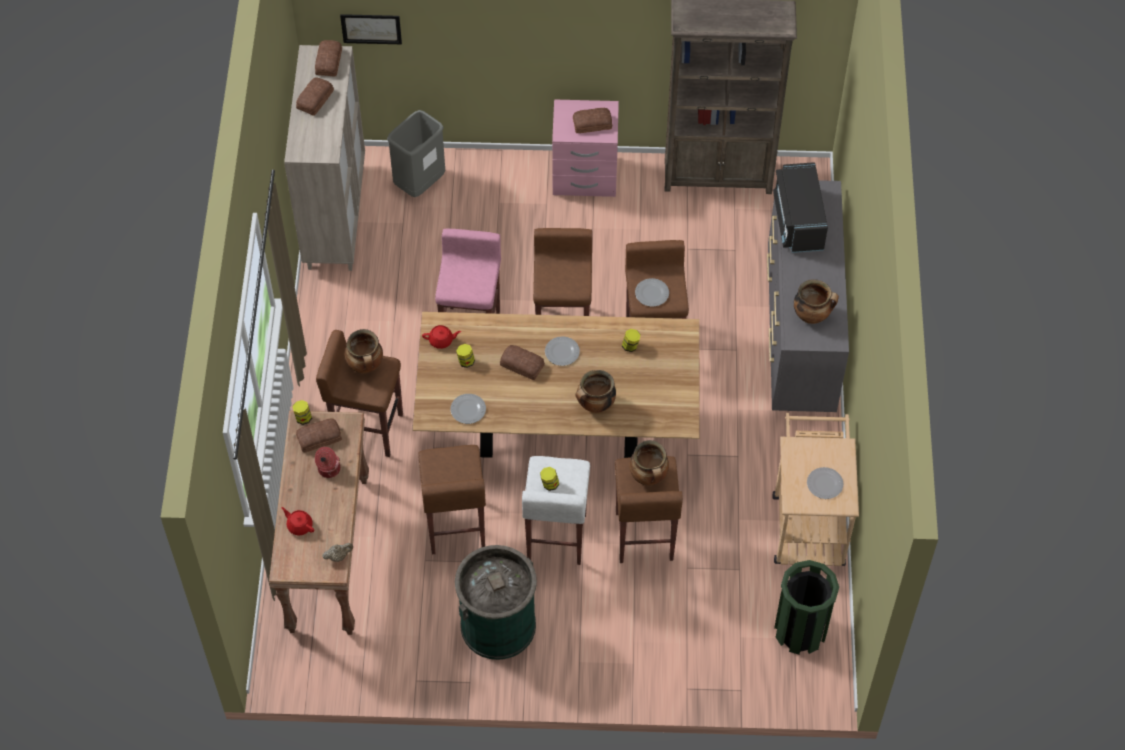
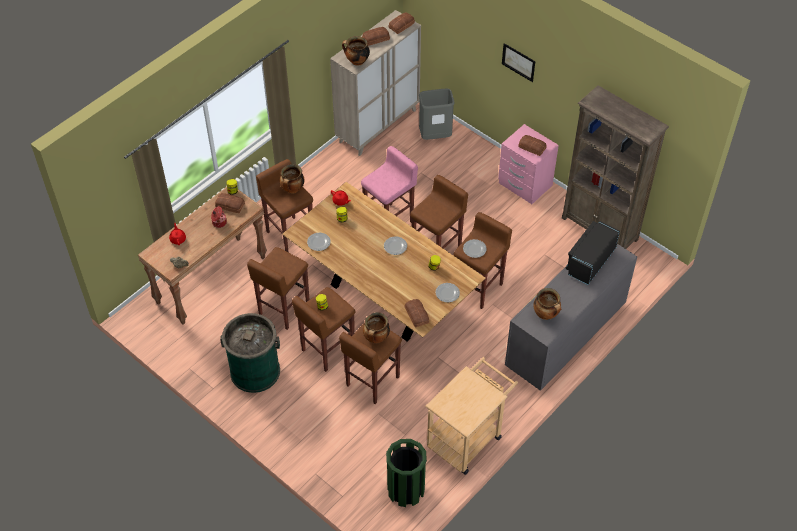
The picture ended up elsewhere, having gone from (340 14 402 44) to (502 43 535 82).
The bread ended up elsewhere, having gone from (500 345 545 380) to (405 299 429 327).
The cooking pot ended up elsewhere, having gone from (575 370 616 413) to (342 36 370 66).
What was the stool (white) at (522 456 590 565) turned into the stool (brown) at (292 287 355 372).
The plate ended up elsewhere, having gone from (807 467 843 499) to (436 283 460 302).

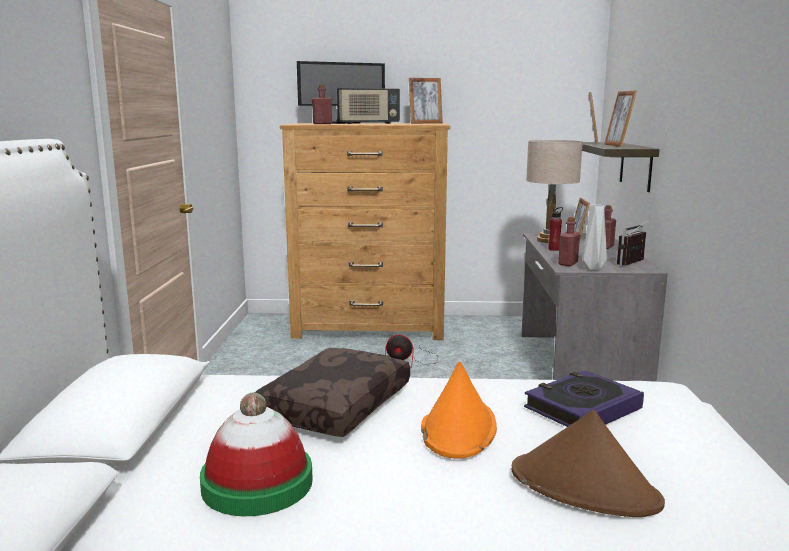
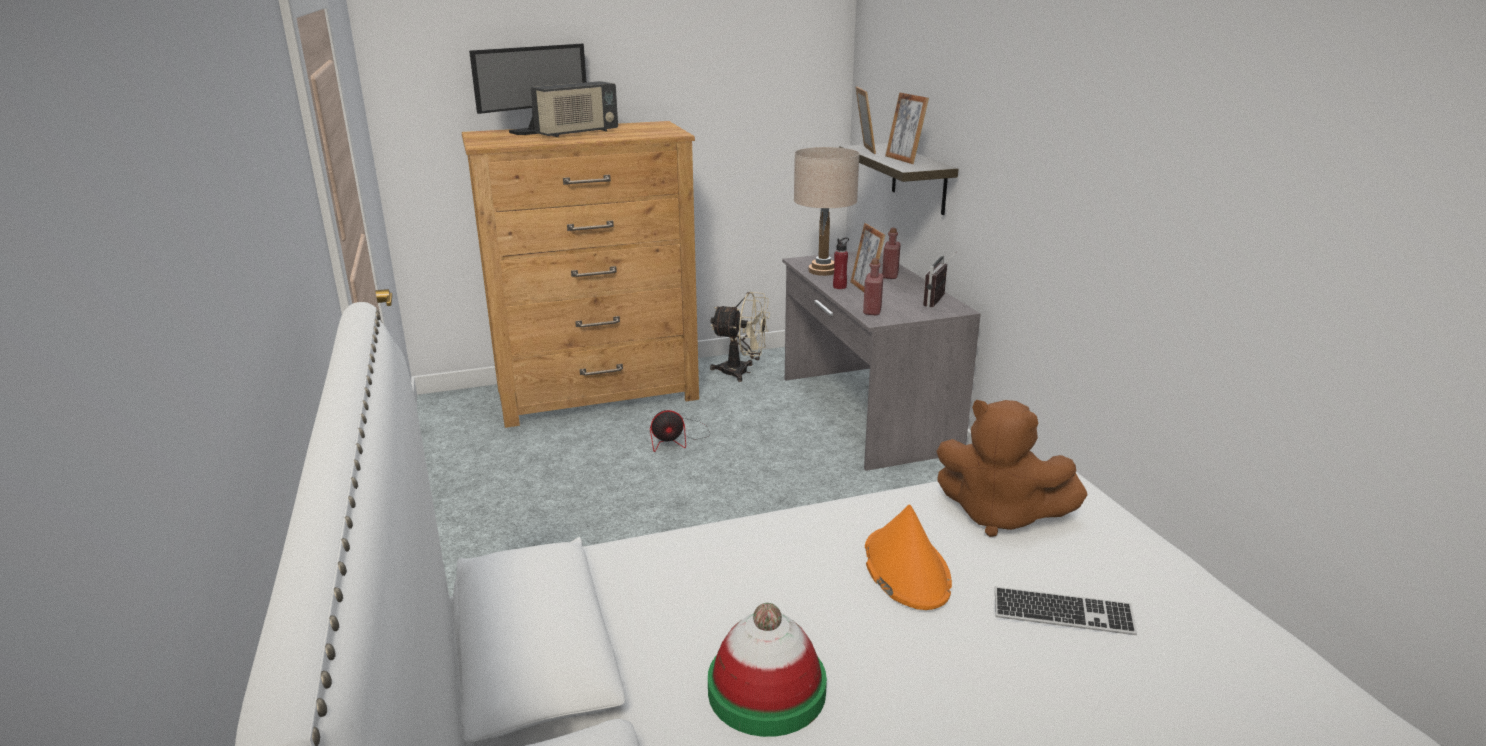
The second view lost the picture frame at (409 78 443 124).
The second view lost the bottle (red) at (312 84 332 124).
The second view lost the vase (grey) at (583 204 607 270).
The second view lost the pillow (brown) at (255 348 410 437).
Where the book stood at (524 370 644 427), the plush toy (brown) came to stand at (936 400 1088 537).
Where the hat (brown) stood at (512 410 665 517), the keyboard came to stand at (995 586 1137 635).
The second view gained the fan (beige) at (710 292 770 382).

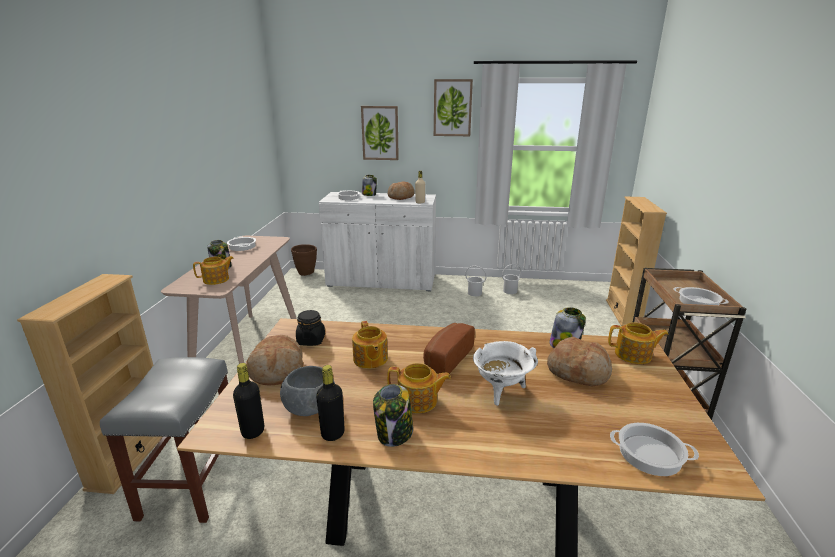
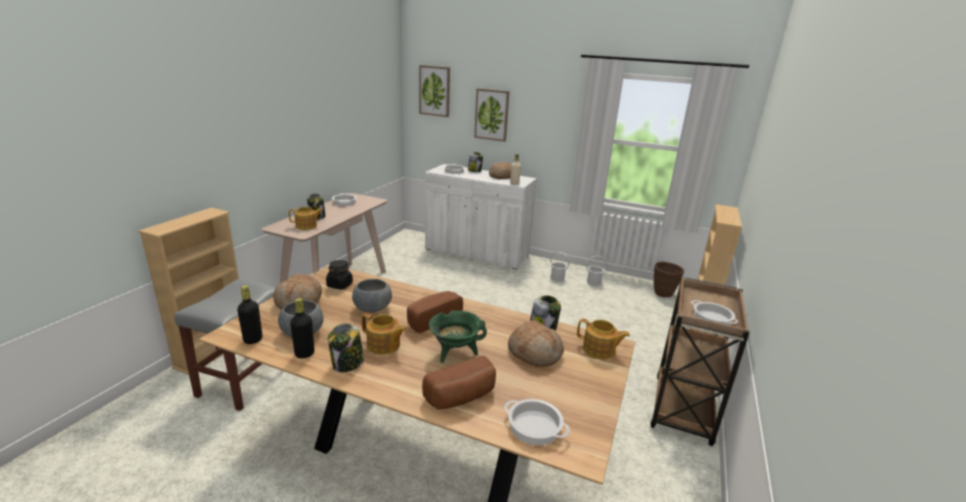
The picture ended up elsewhere, having gone from (434 79 473 136) to (419 65 450 117).
The planter (brown) ended up elsewhere, having gone from (291 245 317 276) to (654 262 684 297).
Where the teapot stood at (352 321 388 369), the bowl (grey) came to stand at (352 279 392 312).
What was the cooking pot (white) at (473 341 538 406) turned into the cooking pot (green) at (429 311 487 363).
The second view gained the bread at (422 356 496 409).

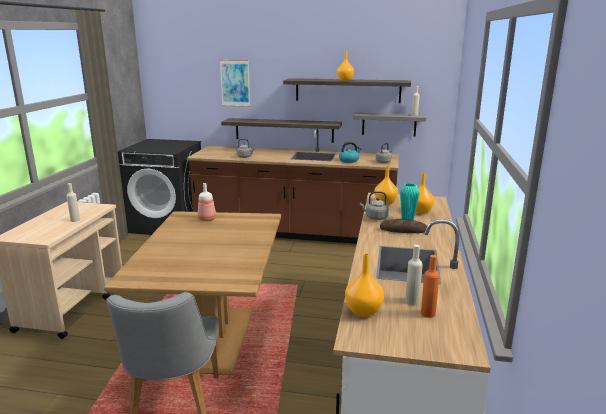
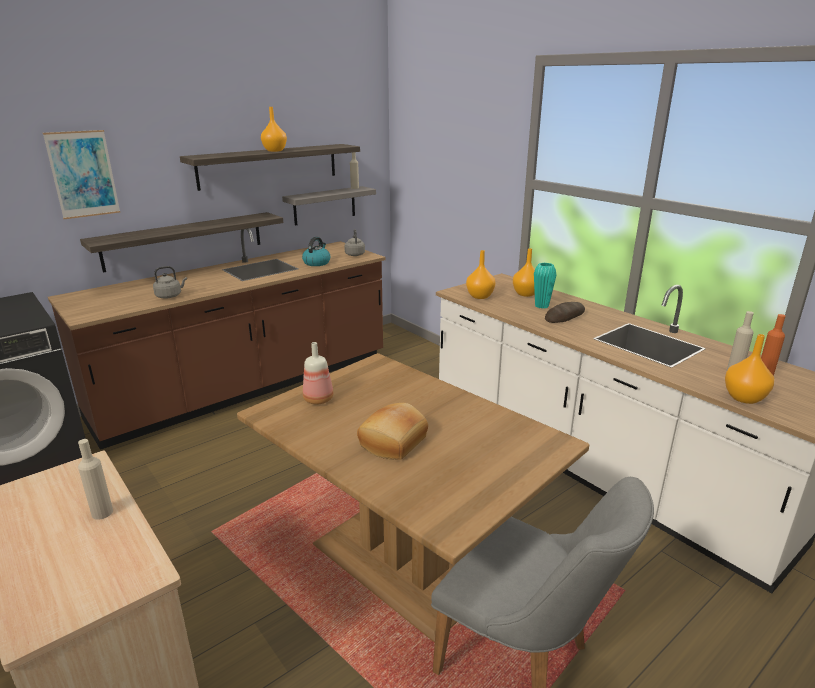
The second view lost the kettle (grey) at (360 191 389 220).
The second view gained the bread at (357 403 428 460).

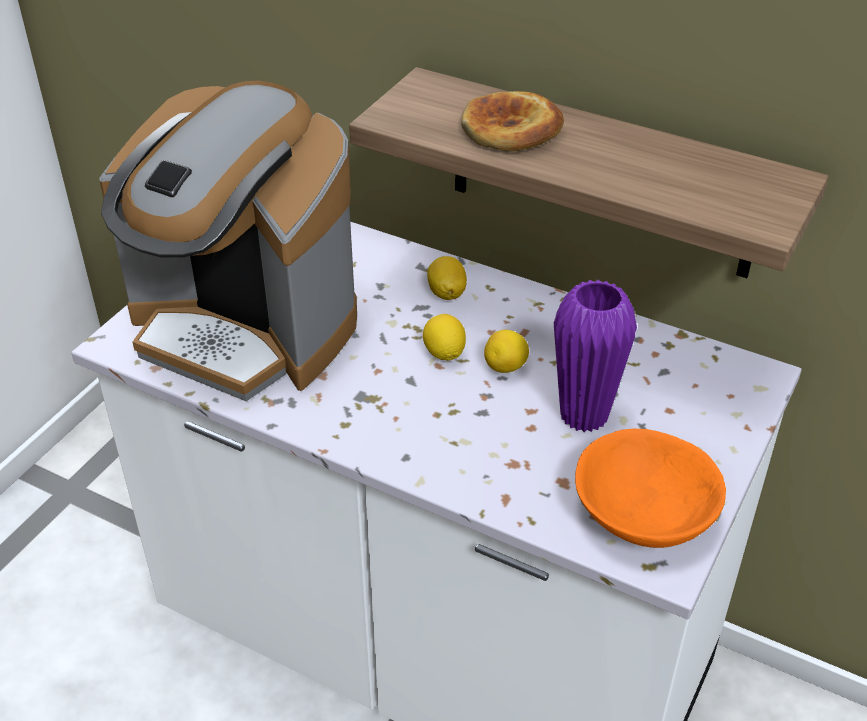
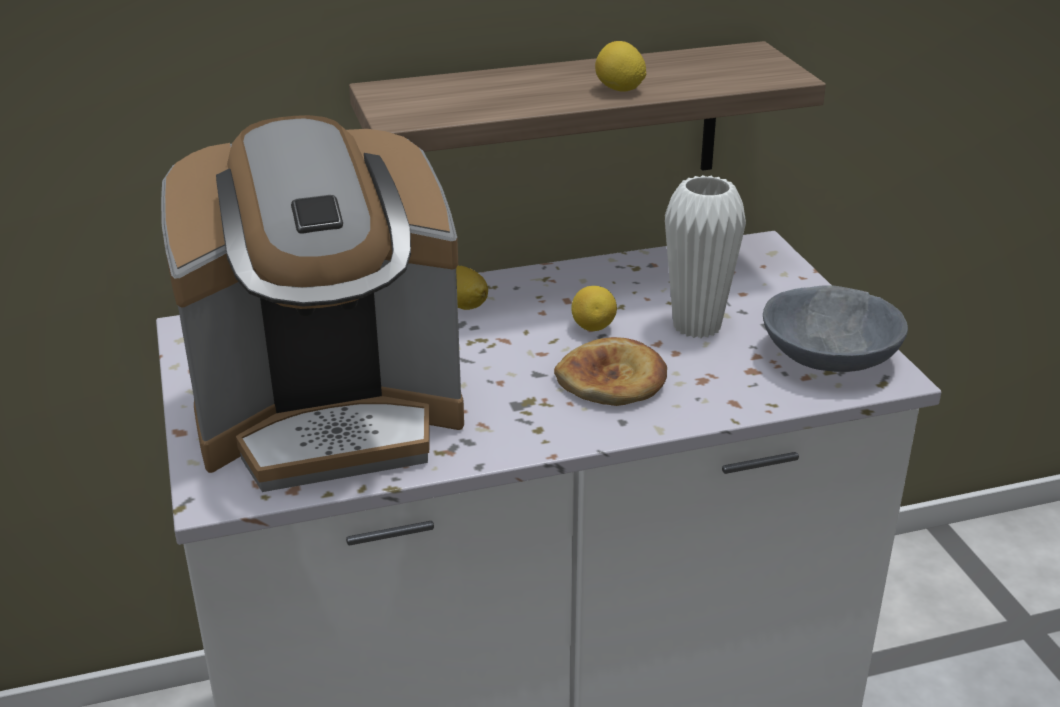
The bread ended up elsewhere, having gone from (461 91 564 152) to (554 337 667 406).
What was the vase (purple) at (554 280 637 432) turned into the vase (white) at (665 175 746 338).
The lemon ended up elsewhere, having gone from (423 314 466 361) to (595 41 646 92).
What was the bowl (orange) at (575 429 726 548) turned into the bowl (grey) at (763 285 908 372).

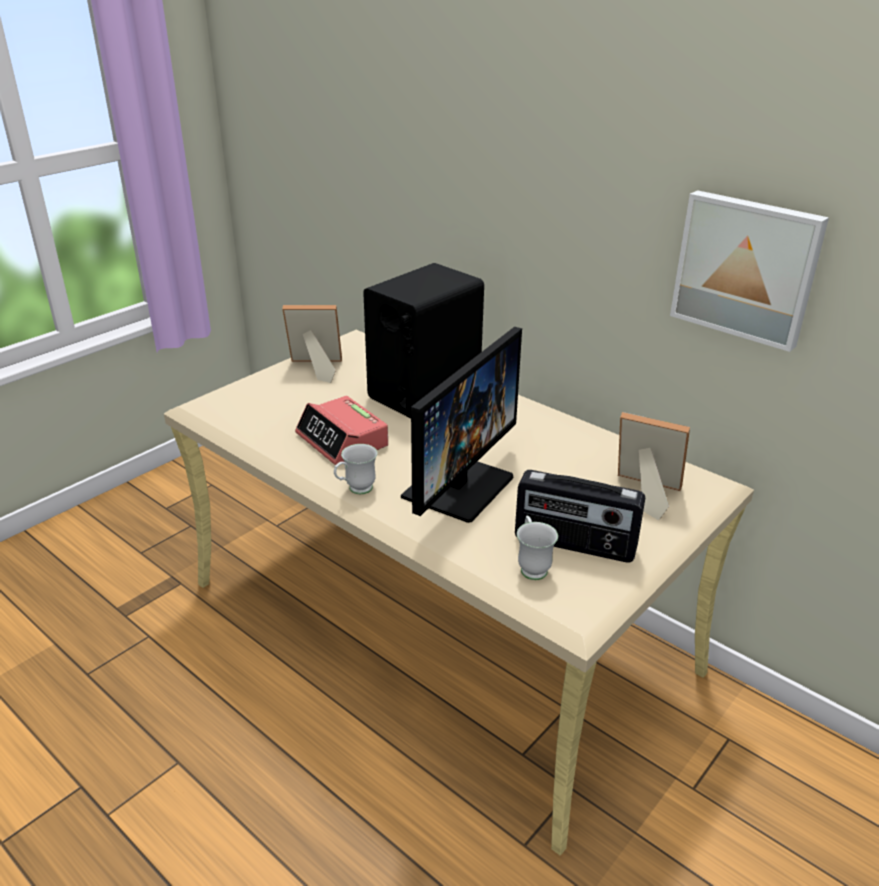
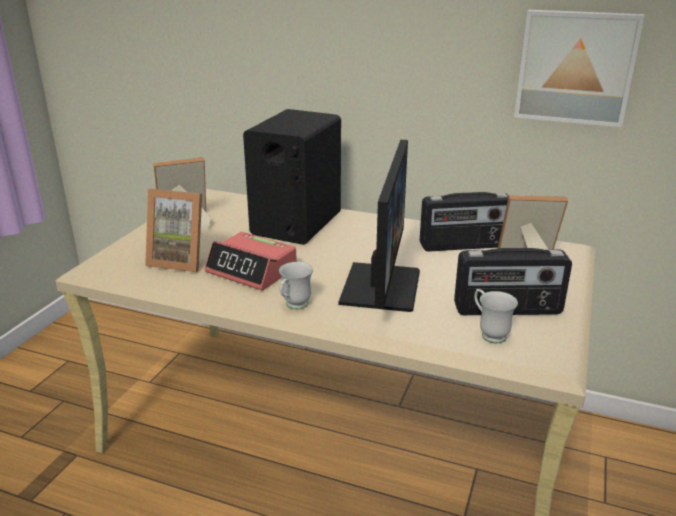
The second view gained the picture frame at (145 189 202 272).
The second view gained the radio at (420 192 509 252).

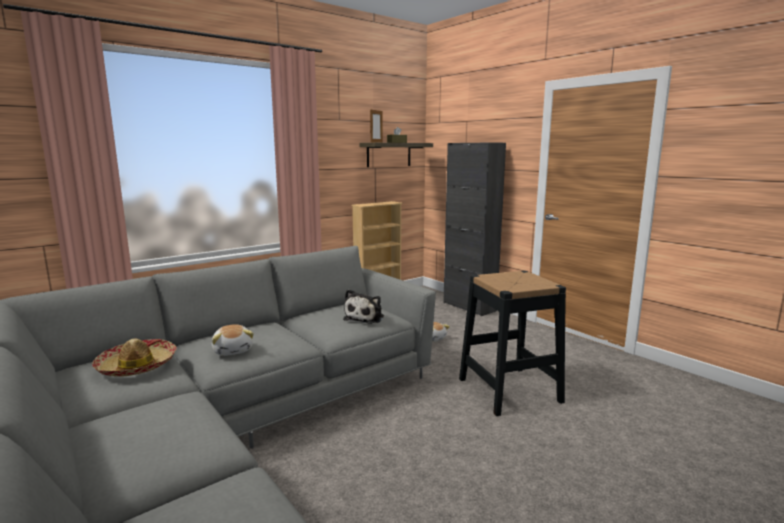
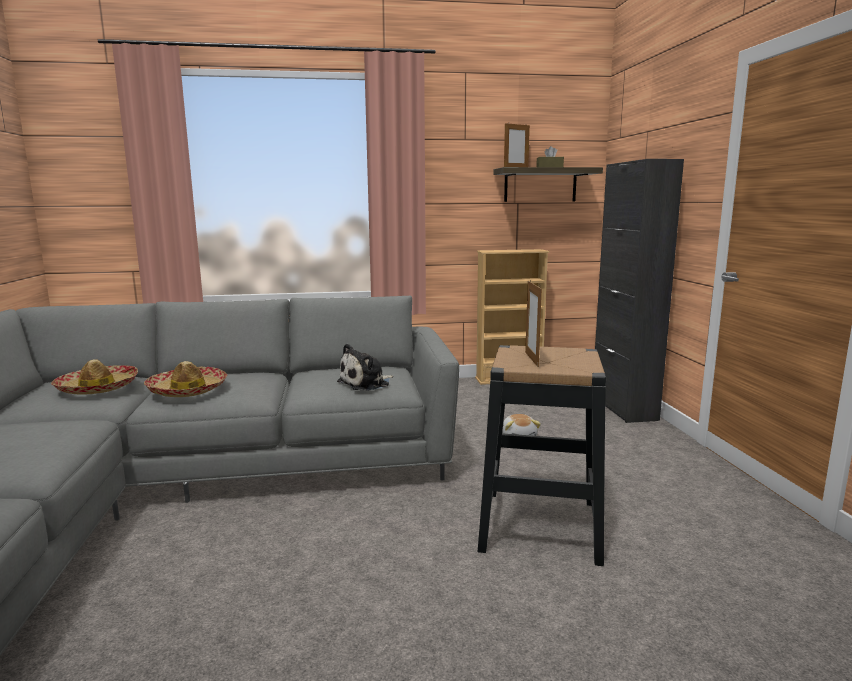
Where the plush toy stood at (212 324 254 356), the hat came to stand at (144 361 227 397).
The second view gained the picture frame at (525 279 542 367).

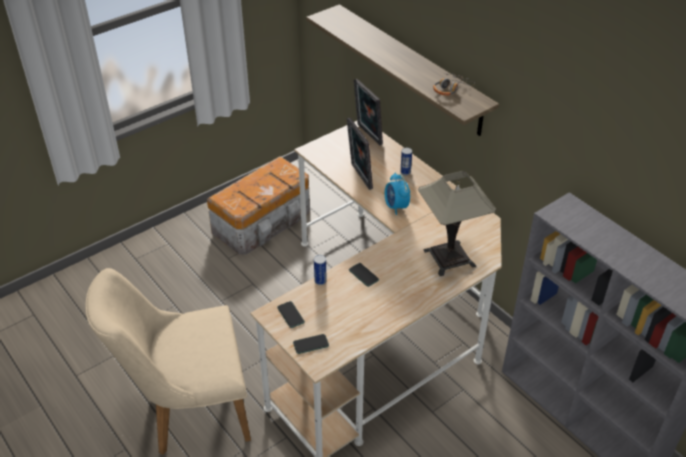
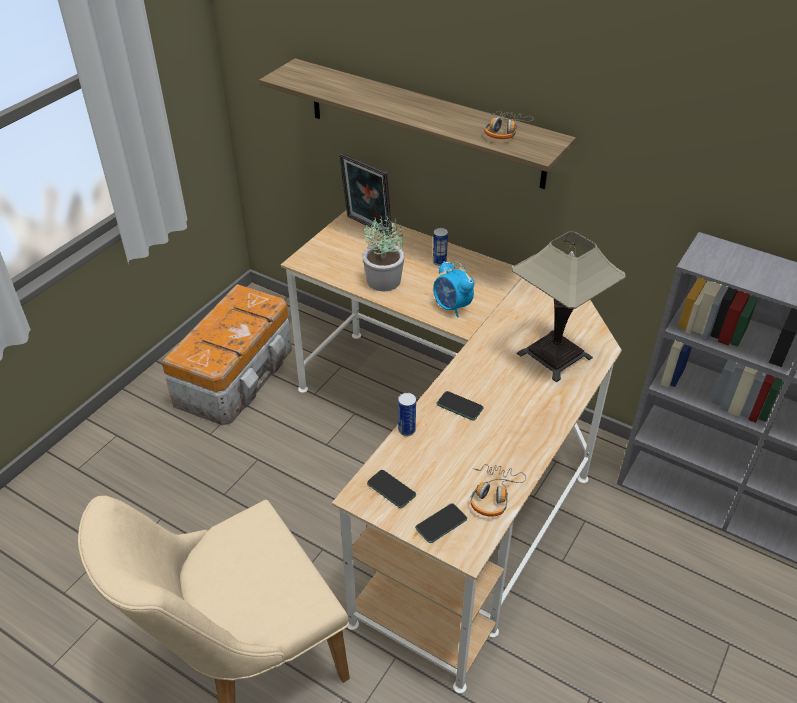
Where the picture frame stood at (347 118 373 190), the potted plant came to stand at (362 213 405 291).
The second view gained the headphones at (470 464 526 517).

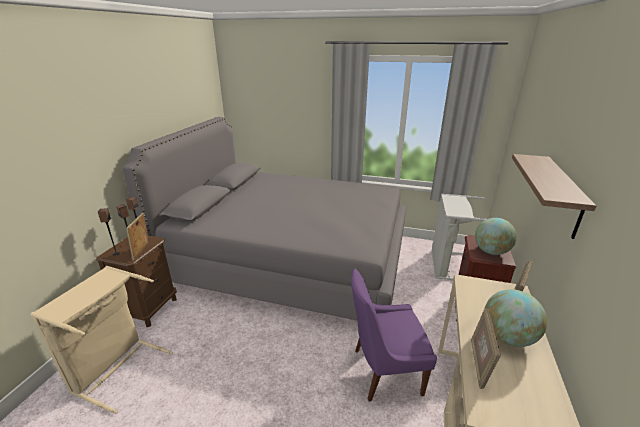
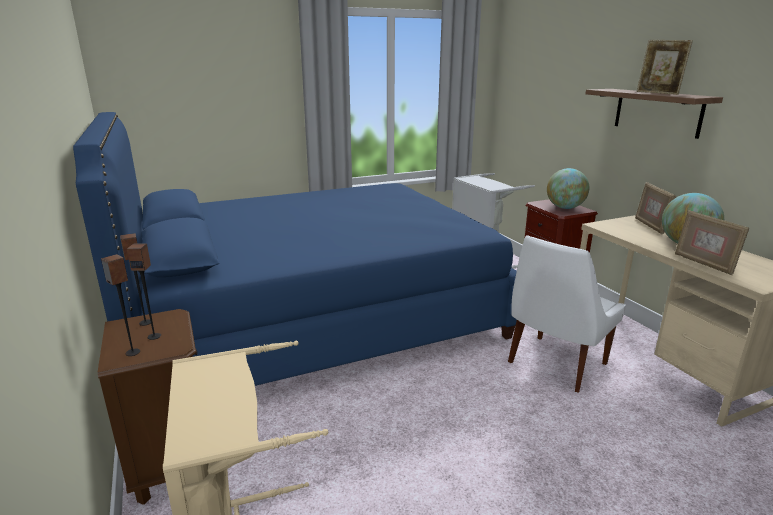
What was the bed (grey) at (122 117 406 320) turned into the bed (blue) at (73 112 517 386).
The picture frame ended up elsewhere, having gone from (126 213 149 260) to (636 40 693 95).
What was the chair (purple) at (351 269 437 402) turned into the chair (white) at (508 235 626 393).

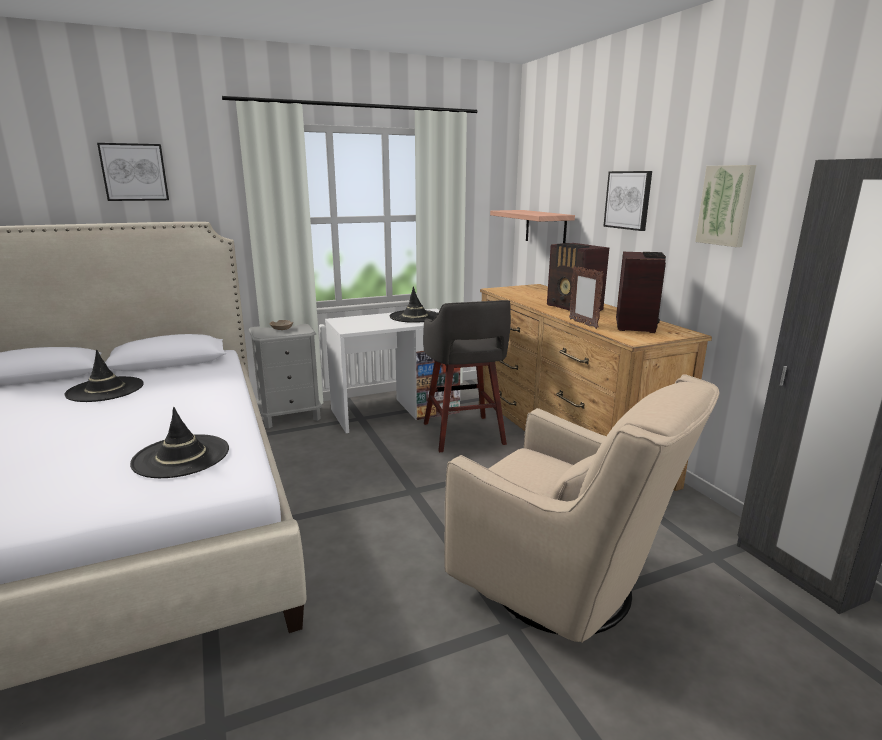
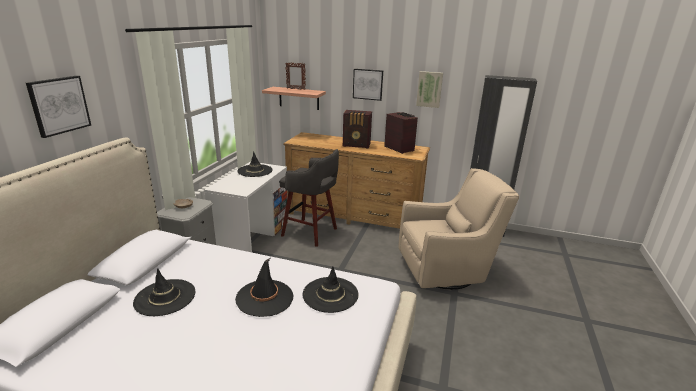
The picture frame ended up elsewhere, having gone from (569 266 604 329) to (285 62 306 90).
The second view gained the hat (black) at (235 258 294 317).

